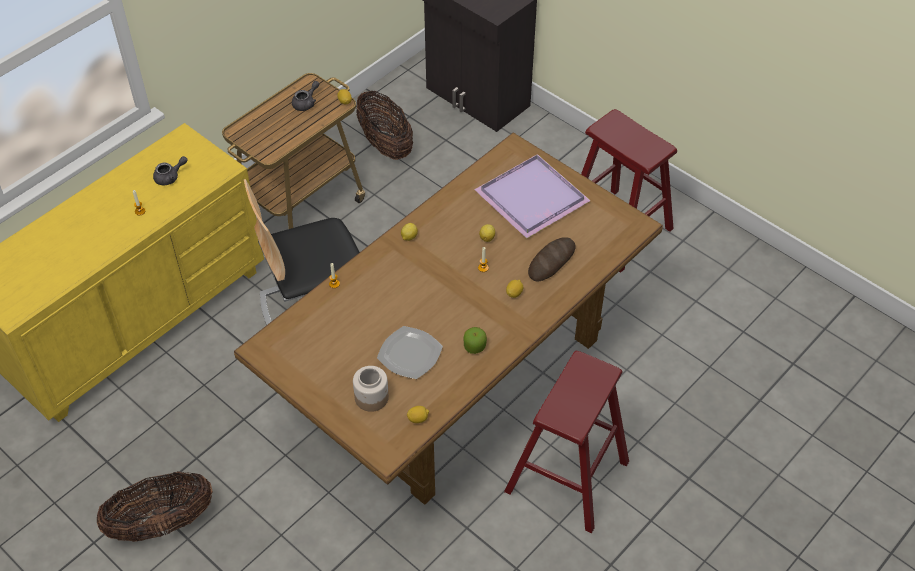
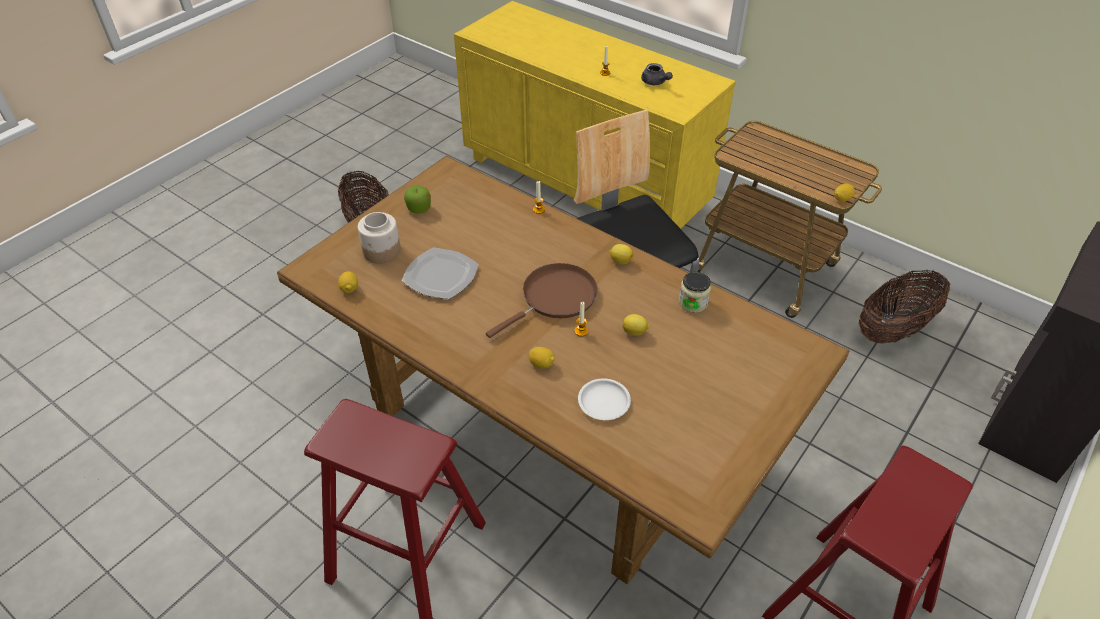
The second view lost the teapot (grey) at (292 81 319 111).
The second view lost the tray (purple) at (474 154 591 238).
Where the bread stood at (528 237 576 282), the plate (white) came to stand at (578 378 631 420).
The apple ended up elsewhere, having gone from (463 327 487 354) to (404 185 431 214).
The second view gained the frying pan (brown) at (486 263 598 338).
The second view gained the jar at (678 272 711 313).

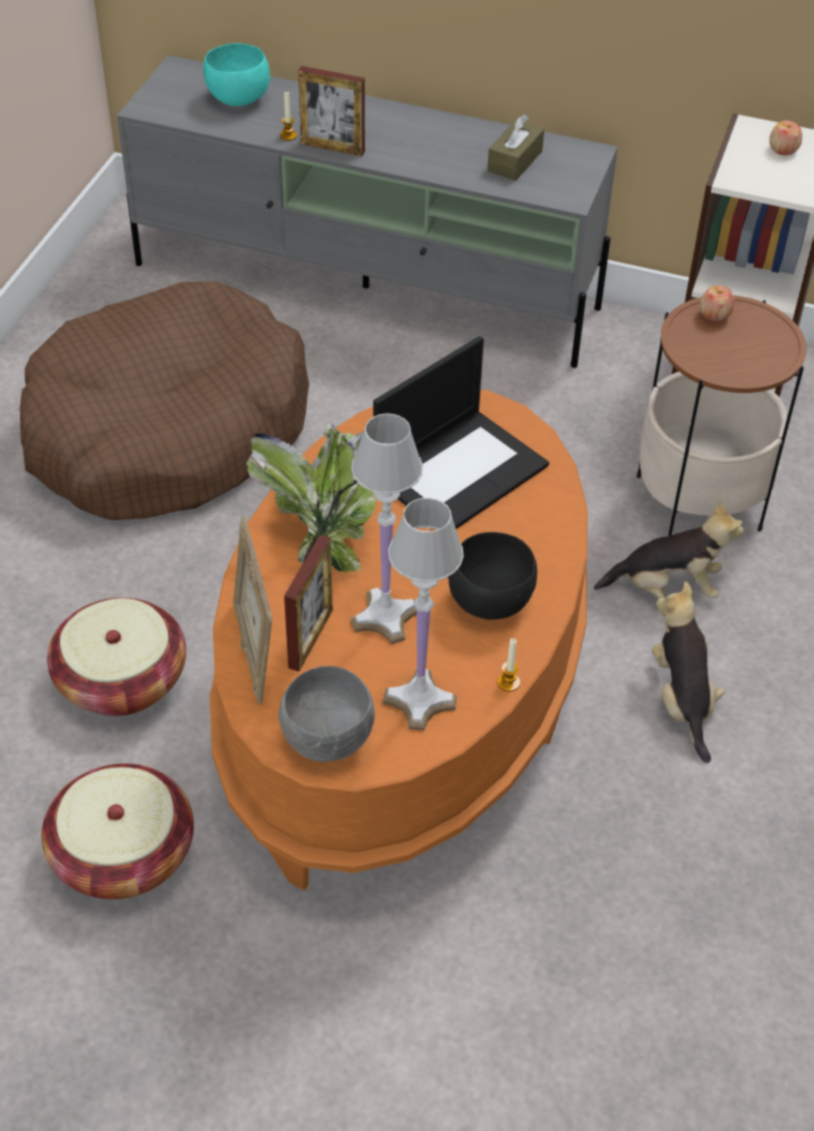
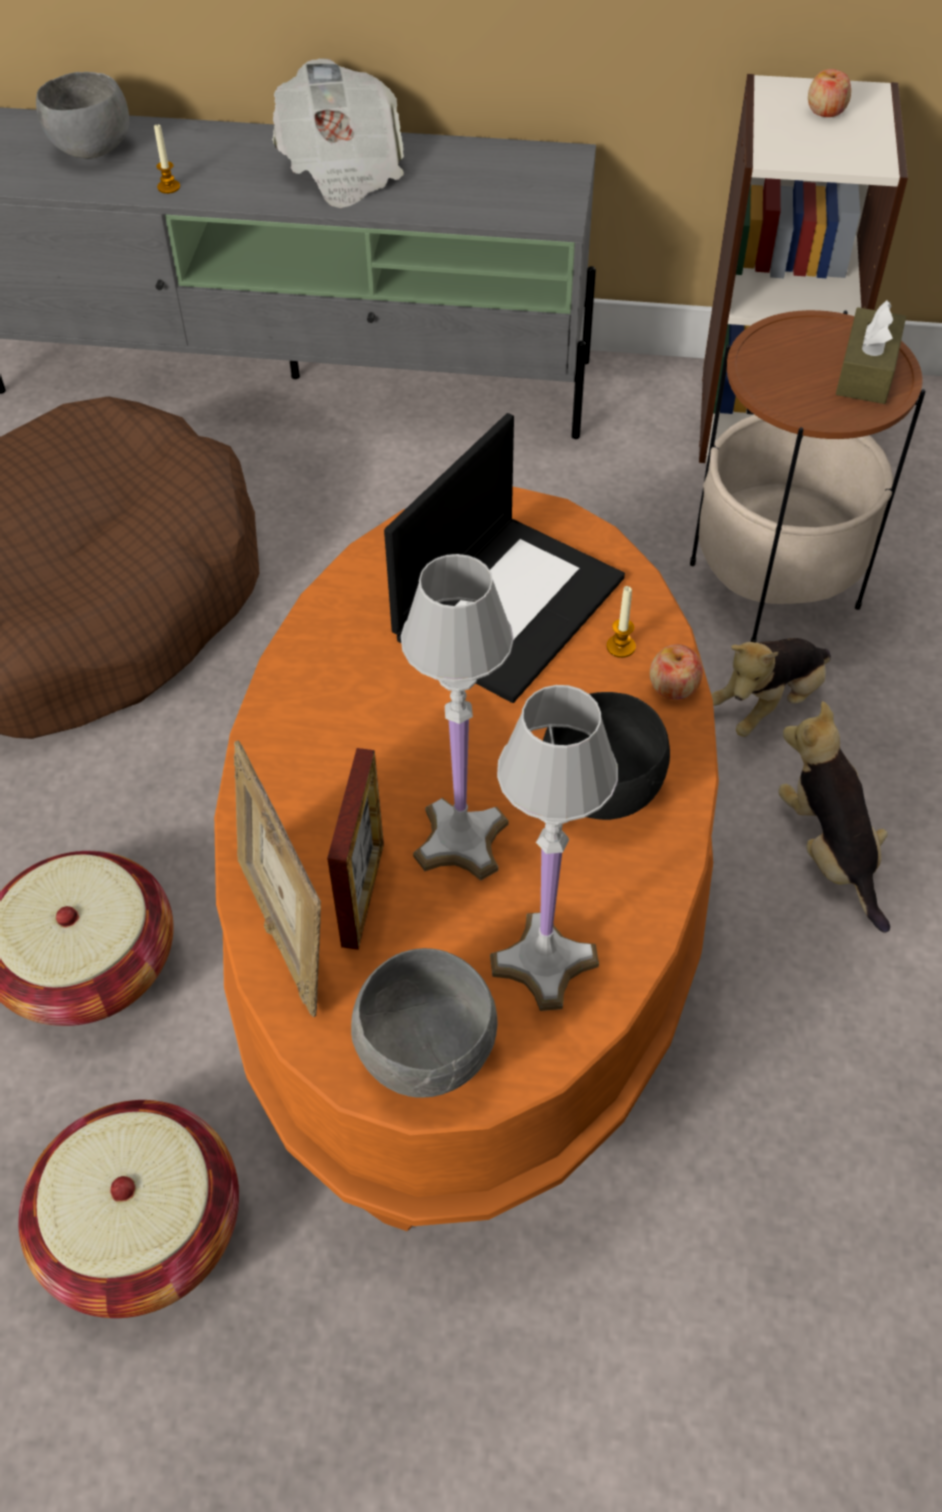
What was the bowl (turquoise) at (203 43 270 106) turned into the bowl (grey) at (36 72 129 159).
The second view lost the picture frame at (298 66 365 156).
The tissue box (brown) ended up elsewhere, having gone from (487 114 544 181) to (836 300 906 404).
The apple ended up elsewhere, having gone from (700 285 735 321) to (650 644 703 700).
The second view lost the potted plant at (246 424 376 572).
The plush toy at (594 500 744 598) ended up facing another way, 150 degrees clockwise from before.
The candle ended up elsewhere, having gone from (497 638 520 692) to (606 586 636 658).
The second view gained the newspaper at (272 59 404 208).

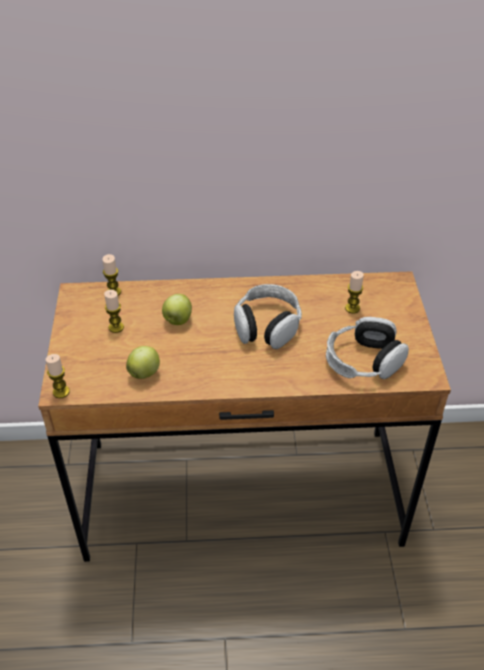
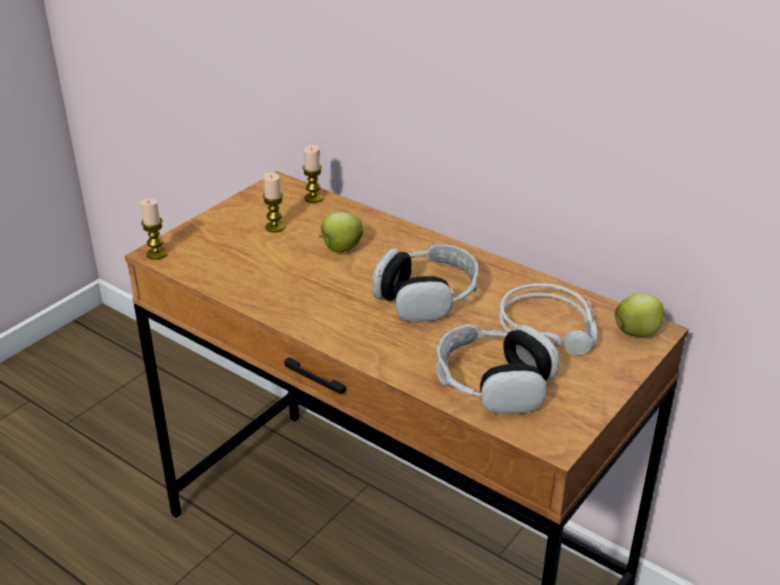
Where the candle stood at (345 271 364 314), the headphones (grey) came to stand at (499 283 598 355).
The apple ended up elsewhere, having gone from (126 346 160 379) to (615 293 666 337).

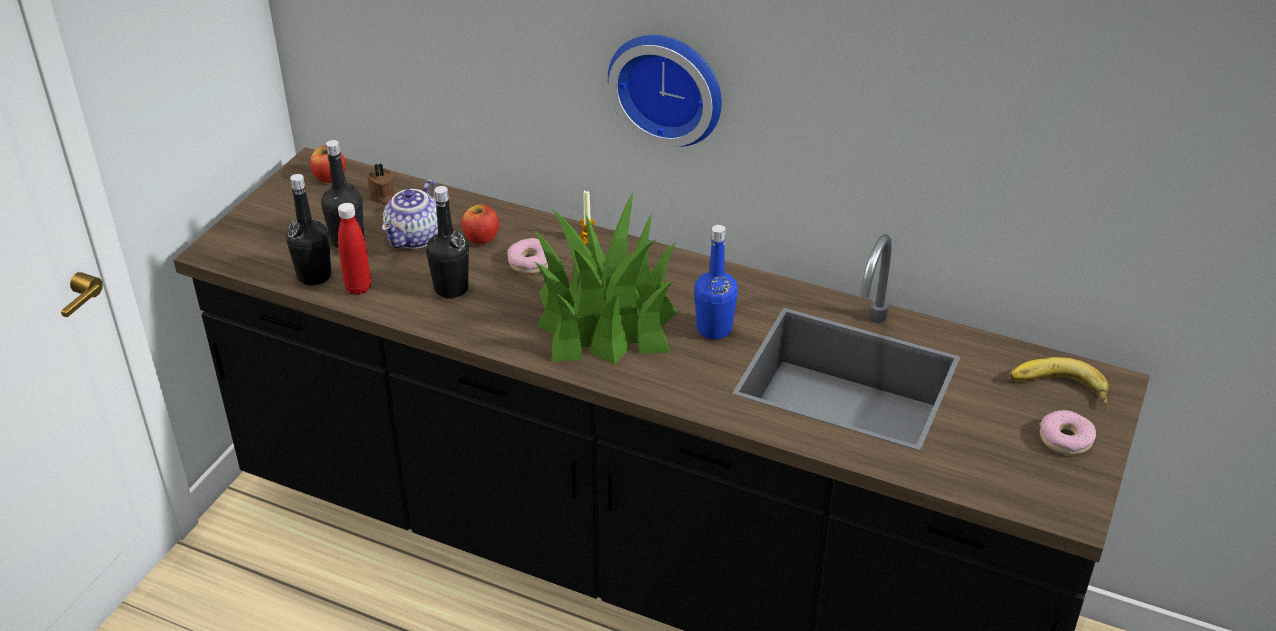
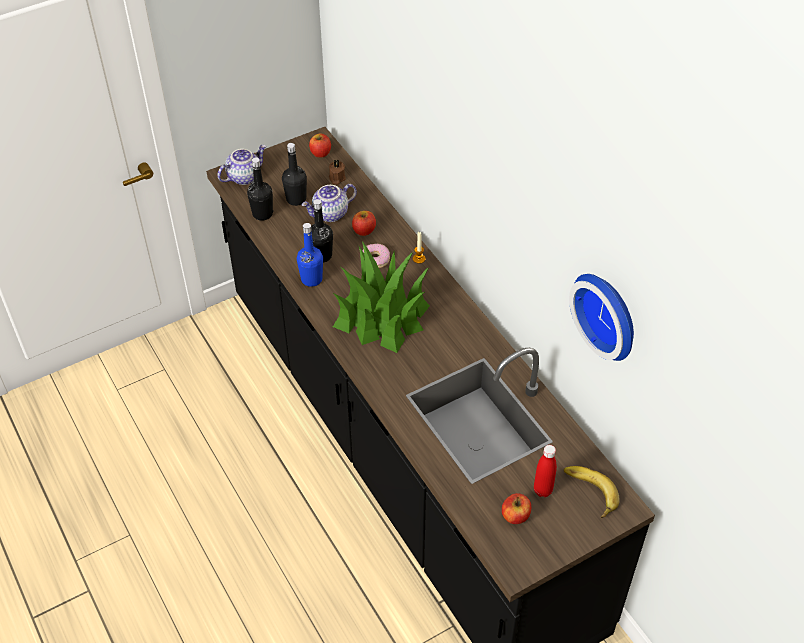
The wall clock ended up elsewhere, having gone from (608 35 722 147) to (569 274 634 361).
The bottle (red) ended up elsewhere, having gone from (338 203 371 295) to (534 445 557 497).
The bottle (blue) ended up elsewhere, having gone from (694 225 738 340) to (297 223 323 287).
The second view lost the donut at (1040 410 1096 455).
The second view gained the teapot at (217 145 266 185).
The second view gained the apple at (502 493 531 524).

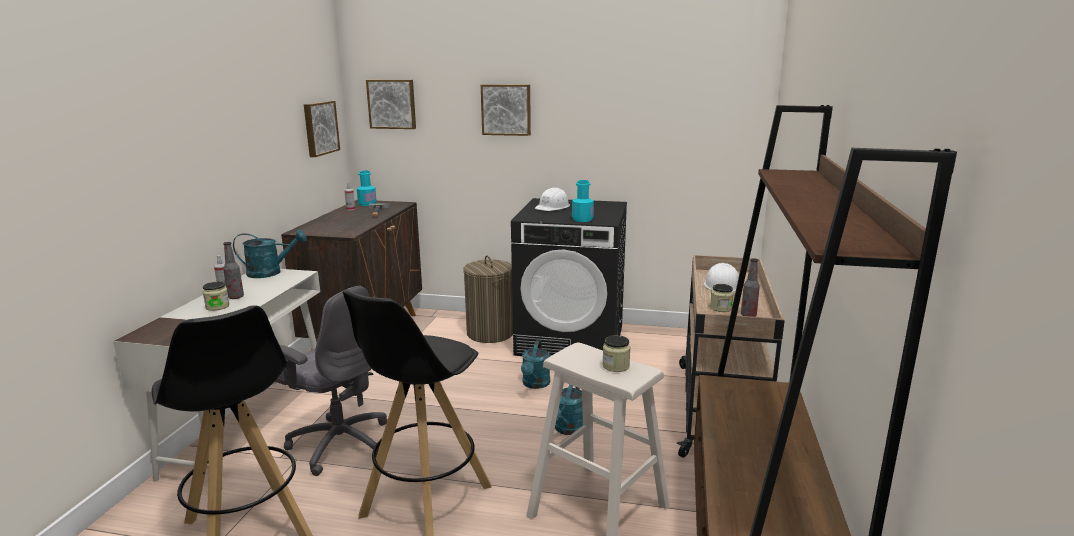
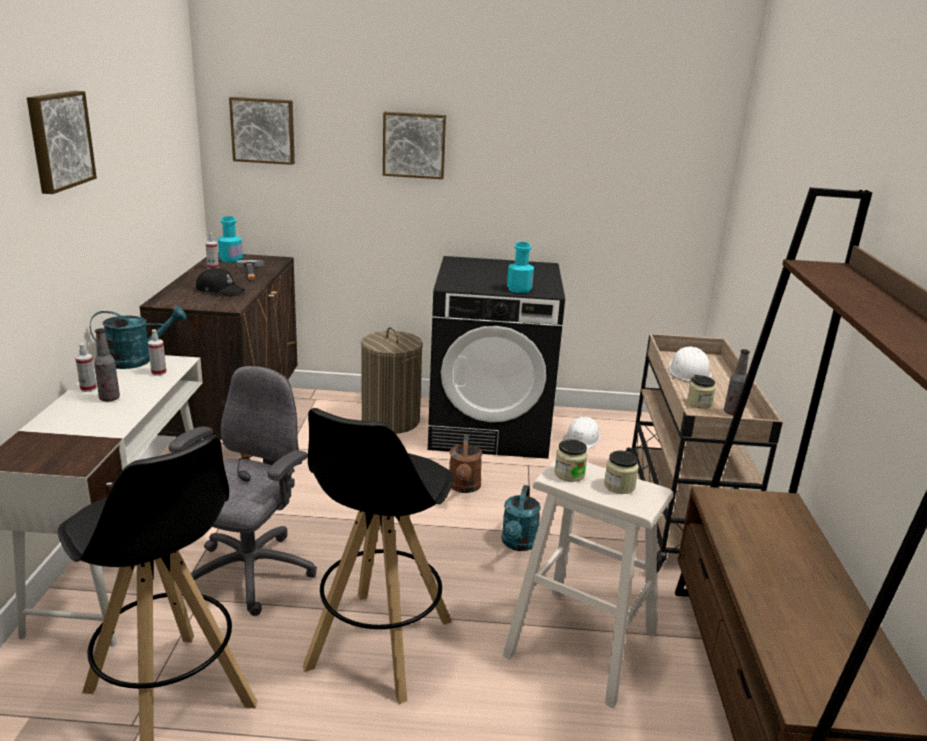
The picture ended up elsewhere, having gone from (304 101 340 157) to (27 91 97 194).
The hard hat (white) ended up elsewhere, having gone from (535 187 570 211) to (565 416 600 449).
The jar ended up elsewhere, having gone from (203 282 230 311) to (554 439 588 482).
The office chair (grey) at (275 286 387 476) ended up facing another way, 90 degrees counterclockwise from before.
What was the watering can (turquoise) at (521 340 550 389) turned into the watering can (brown) at (450 435 482 493).
The second view gained the cap (black) at (196 267 245 297).
The second view gained the spray bottle at (148 329 167 376).

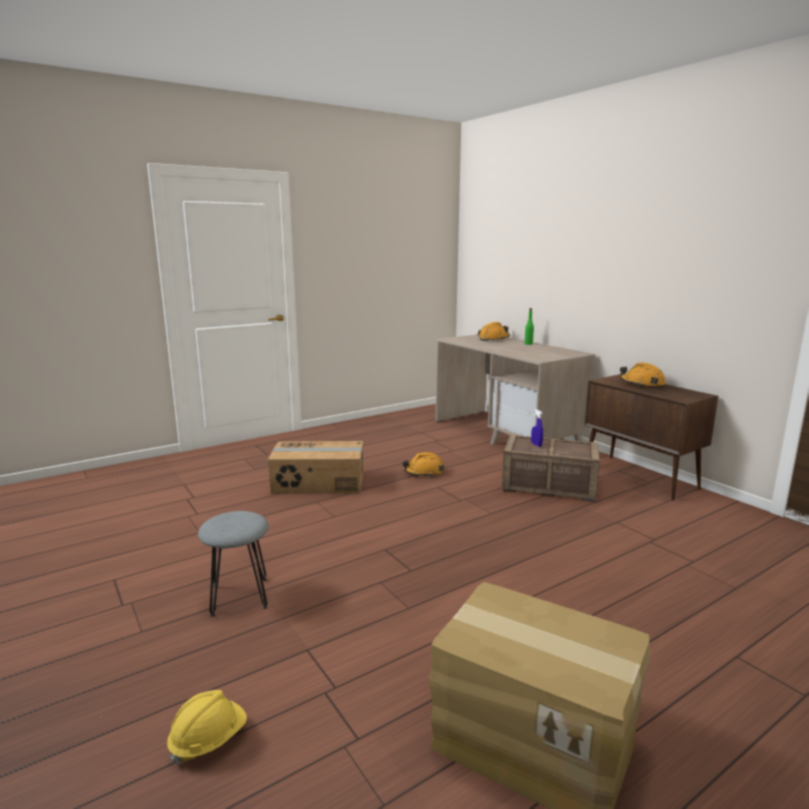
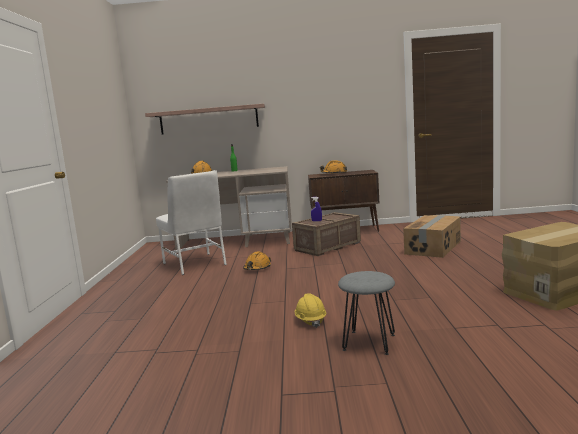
The cardboard box ended up elsewhere, having gone from (268 441 363 494) to (403 215 461 258).
The hard hat (yellow) ended up elsewhere, having gone from (167 690 247 765) to (295 293 326 328).
The second view gained the shelf at (145 104 265 135).
The second view gained the chair (white) at (156 170 227 275).

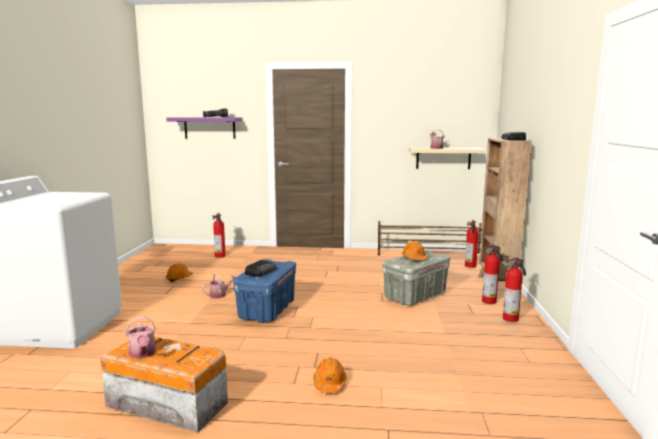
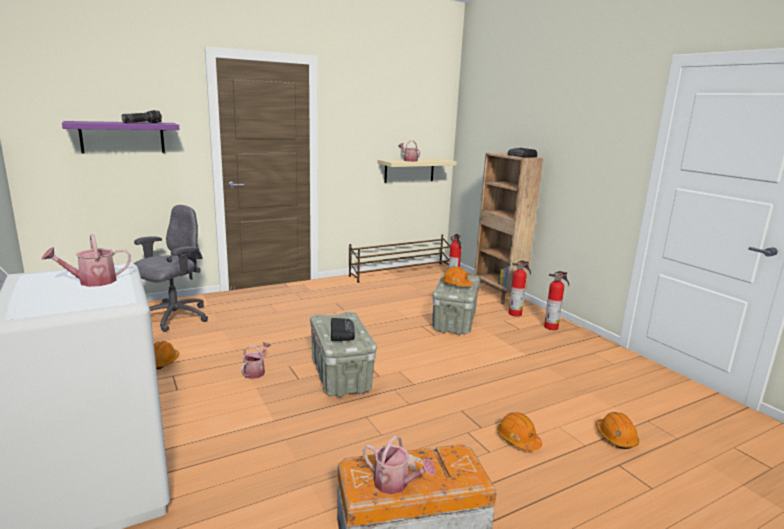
Where the fire extinguisher stood at (213 213 226 258), the office chair (grey) came to stand at (134 205 208 332).
What was the storage box (blue) at (233 259 296 323) turned into the storage box (grey) at (310 312 377 397).
The second view gained the watering can at (41 234 131 287).
The second view gained the hard hat (orange) at (595 412 639 449).

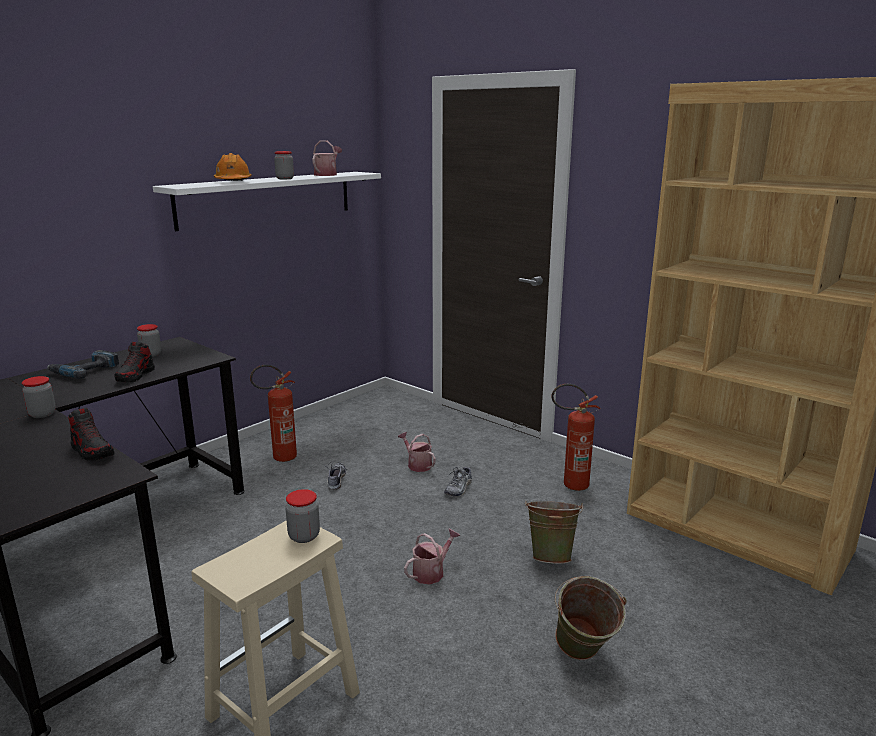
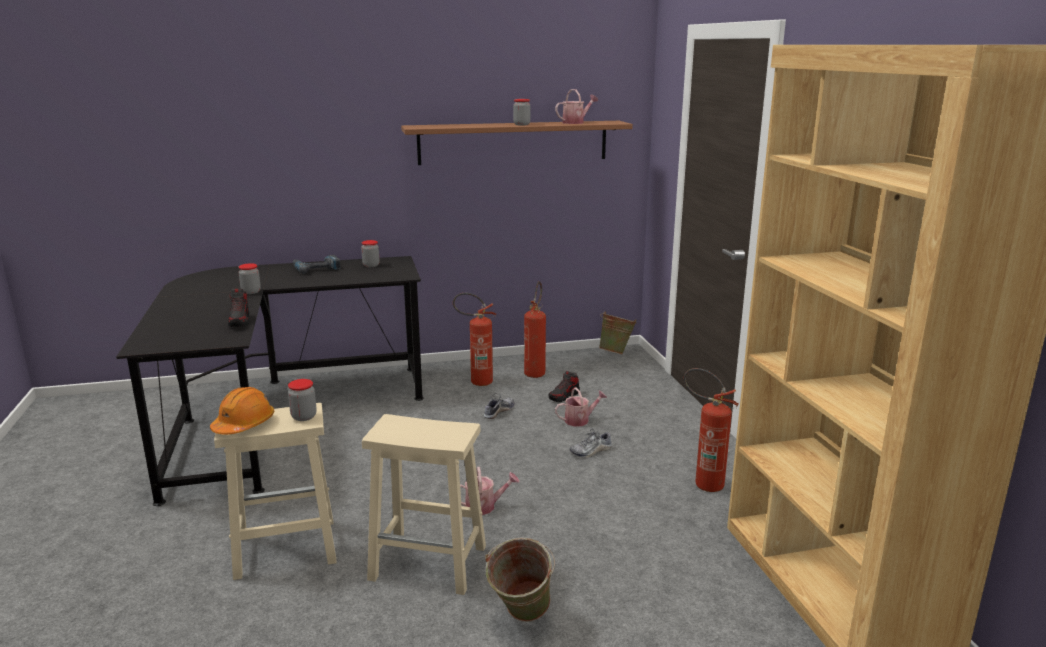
The hard hat (orange) ended up elsewhere, having gone from (214 153 252 181) to (210 387 274 434).
What was the shelf (white) at (153 172 381 231) turned into the shelf (brown) at (401 121 633 165).
The shoe ended up elsewhere, having gone from (114 342 155 383) to (549 371 580 402).
The watering can at (398 432 436 472) ended up facing another way, 75 degrees clockwise from before.
The bucket (green) ended up elsewhere, having gone from (525 500 583 564) to (599 312 637 354).
The second view gained the fire extinguisher at (524 281 546 378).
The second view gained the stool (beige) at (362 414 486 595).

